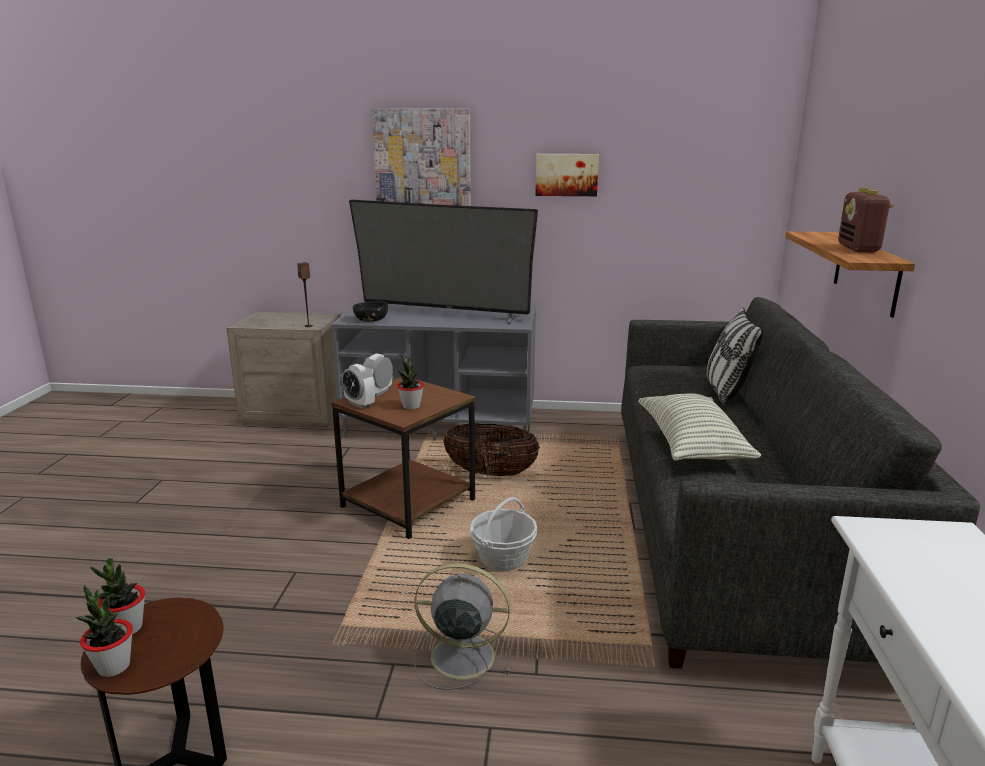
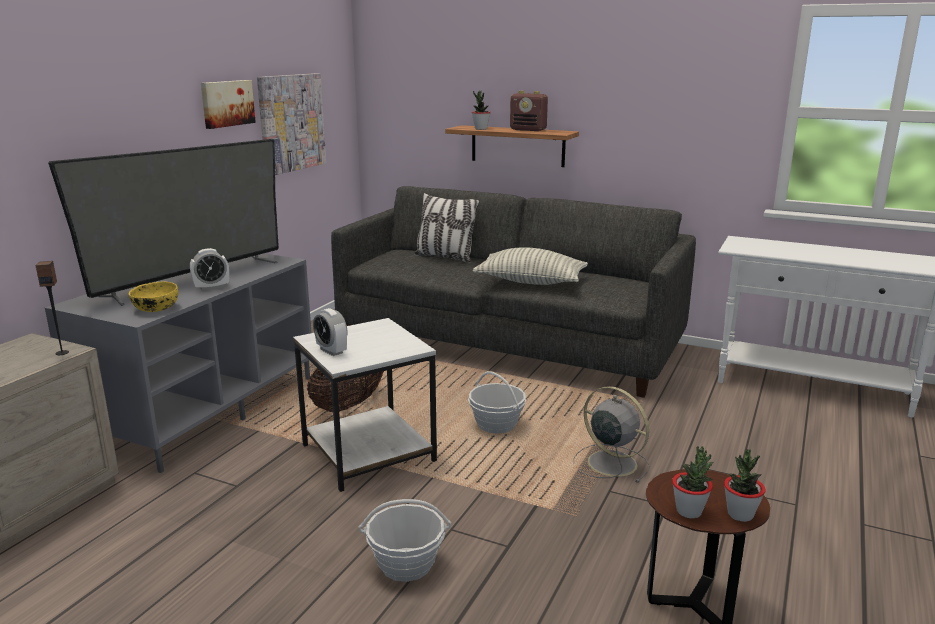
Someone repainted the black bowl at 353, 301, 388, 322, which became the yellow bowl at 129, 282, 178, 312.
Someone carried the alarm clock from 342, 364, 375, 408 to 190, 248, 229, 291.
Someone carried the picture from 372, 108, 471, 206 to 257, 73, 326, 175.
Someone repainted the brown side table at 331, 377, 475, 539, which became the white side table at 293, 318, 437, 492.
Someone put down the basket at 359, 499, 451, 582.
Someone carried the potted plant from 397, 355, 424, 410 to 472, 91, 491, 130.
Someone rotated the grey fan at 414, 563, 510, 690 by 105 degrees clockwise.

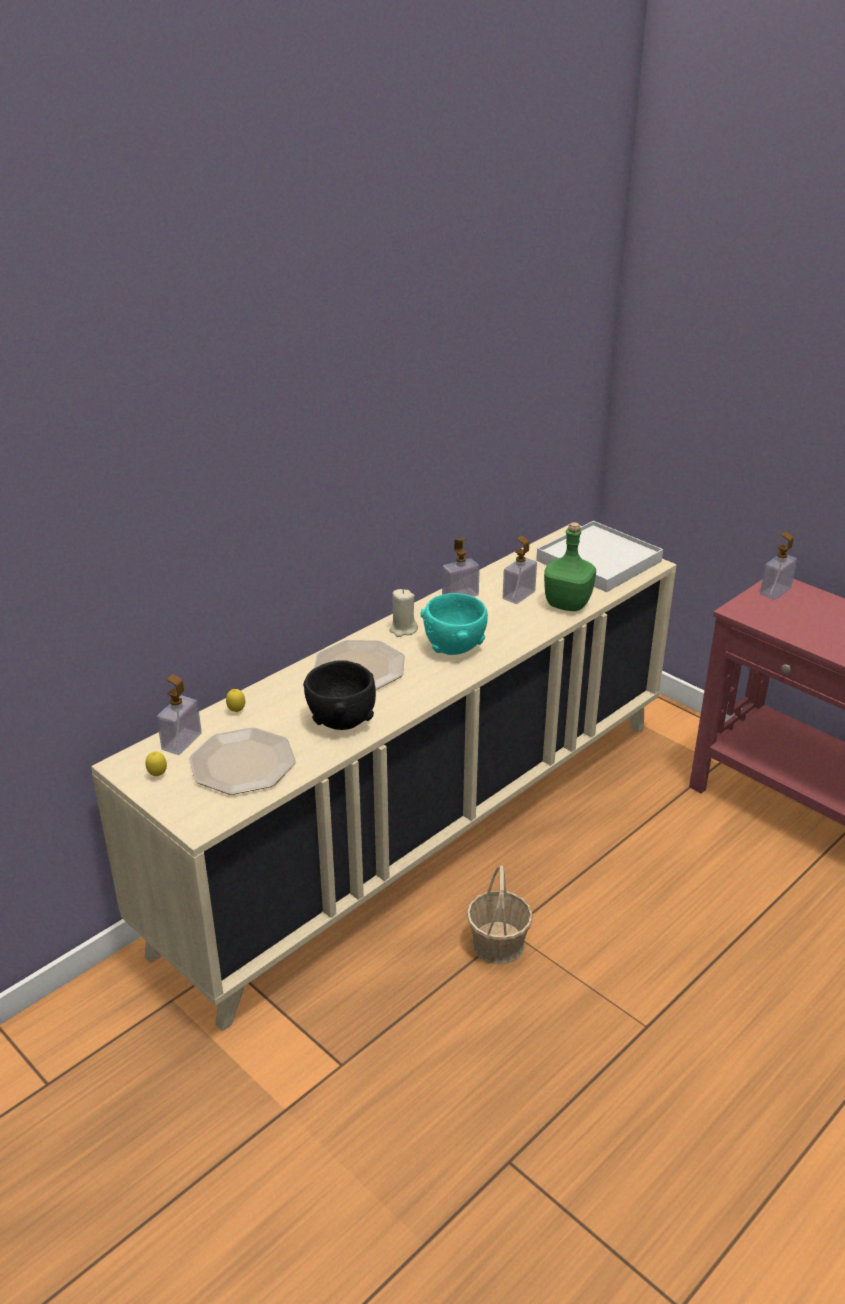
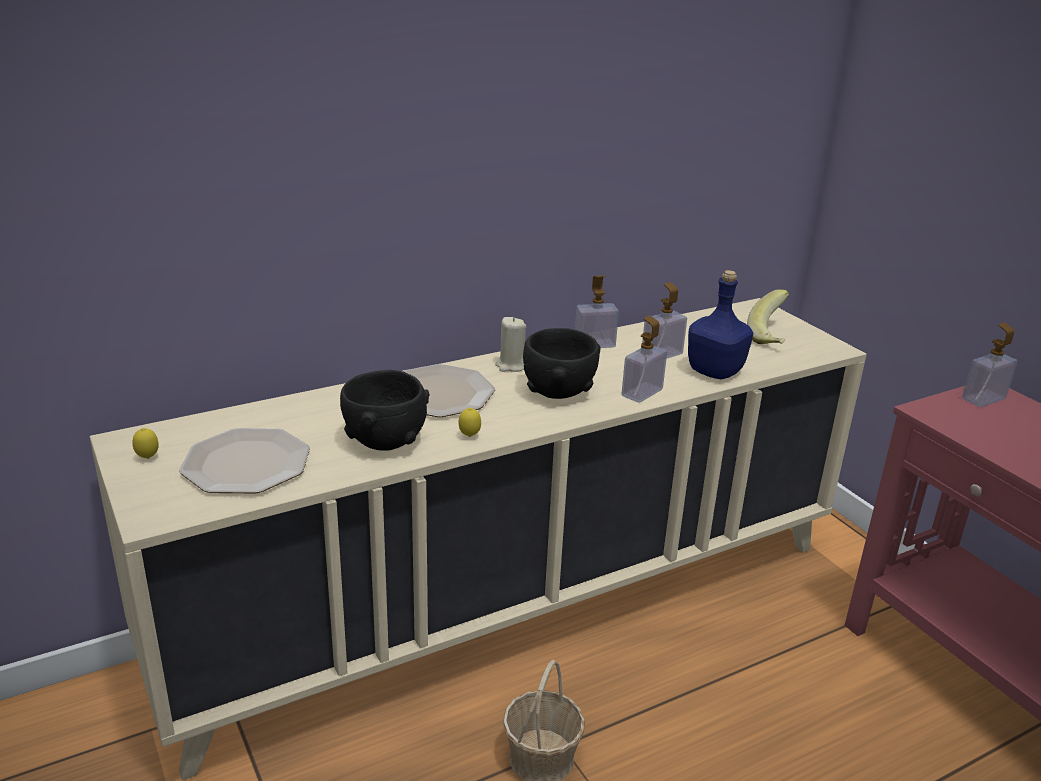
Someone carried the lemon from 226, 689, 245, 712 to 459, 408, 481, 437.
Someone repainted the turquoise bowl at 421, 593, 488, 655, which became the black bowl at 523, 328, 601, 399.
Someone carried the soap dispenser from 157, 674, 202, 755 to 622, 316, 667, 403.
Someone repainted the green bottle at 544, 522, 596, 611, which became the blue bottle at 688, 270, 753, 379.
Someone swapped the white tray at 536, 521, 663, 592 for the banana at 747, 289, 789, 344.

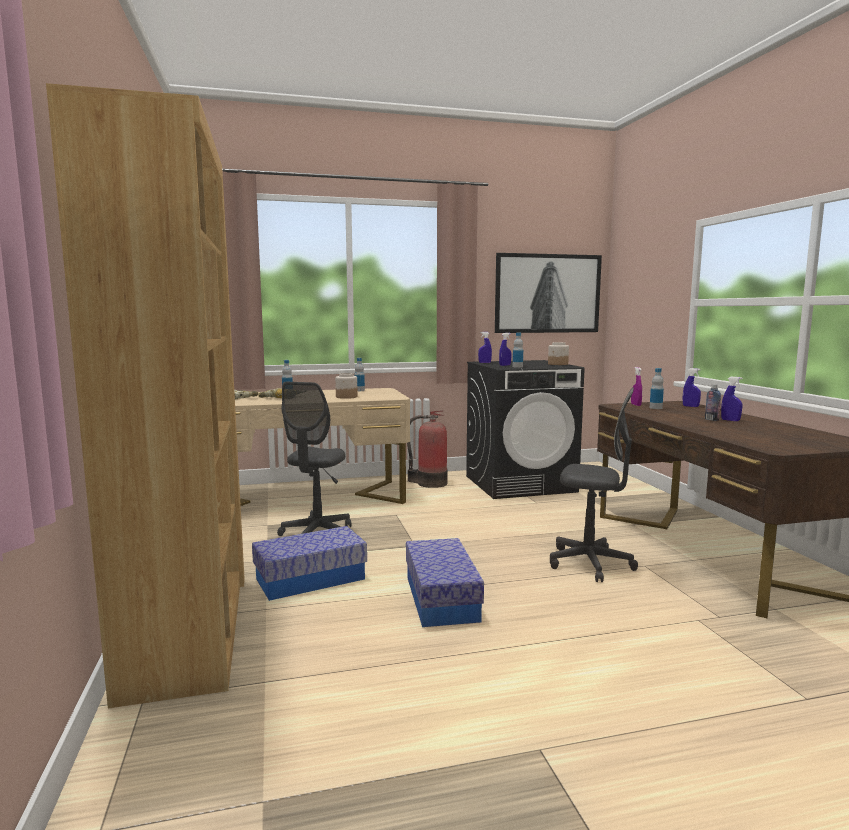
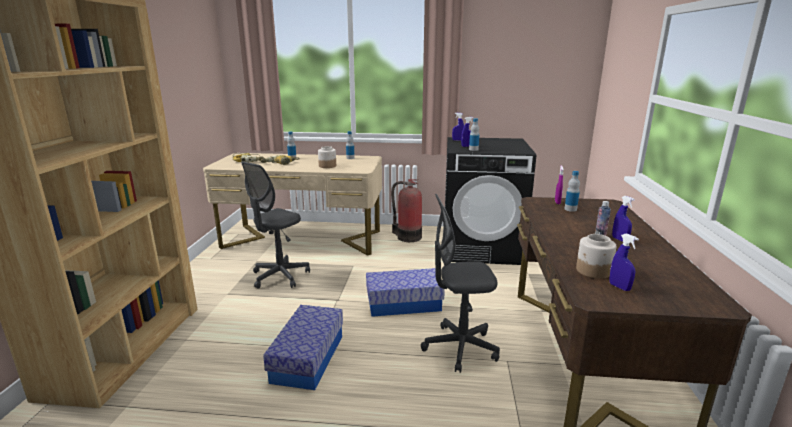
Someone carried the storage box from 252, 526, 367, 601 to 366, 268, 445, 317.
Someone rotated the grey office chair at 550, 387, 638, 582 by 135 degrees clockwise.
Someone carried the jar from 548, 342, 569, 365 to 576, 234, 616, 279.
Someone carried the blue spray bottle from 683, 368, 701, 407 to 610, 233, 639, 291.
Someone took away the picture at 495, 253, 602, 333.

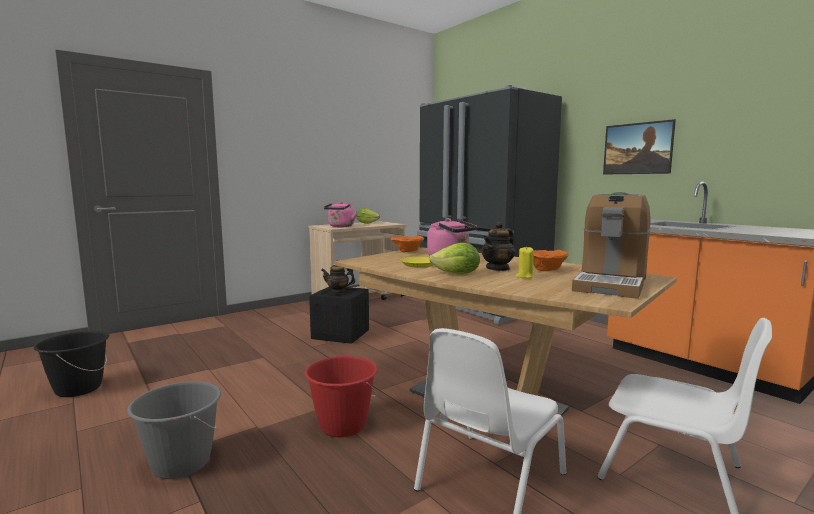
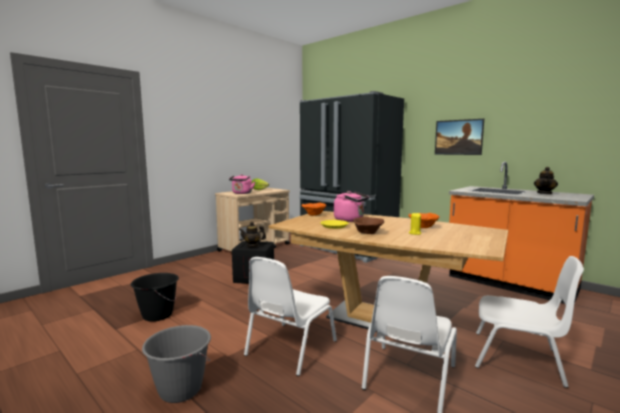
Someone carried the black bucket from 34, 331, 109, 397 to 131, 273, 179, 322.
Someone swapped the red bucket at 305, 356, 378, 437 for the white chair at 244, 257, 337, 376.
Someone swapped the lettuce at 429, 243, 480, 274 for the brown bowl at 353, 217, 384, 234.
Someone carried the teapot from 482, 221, 515, 271 to 534, 167, 558, 194.
Someone took away the coffee machine at 572, 192, 651, 299.

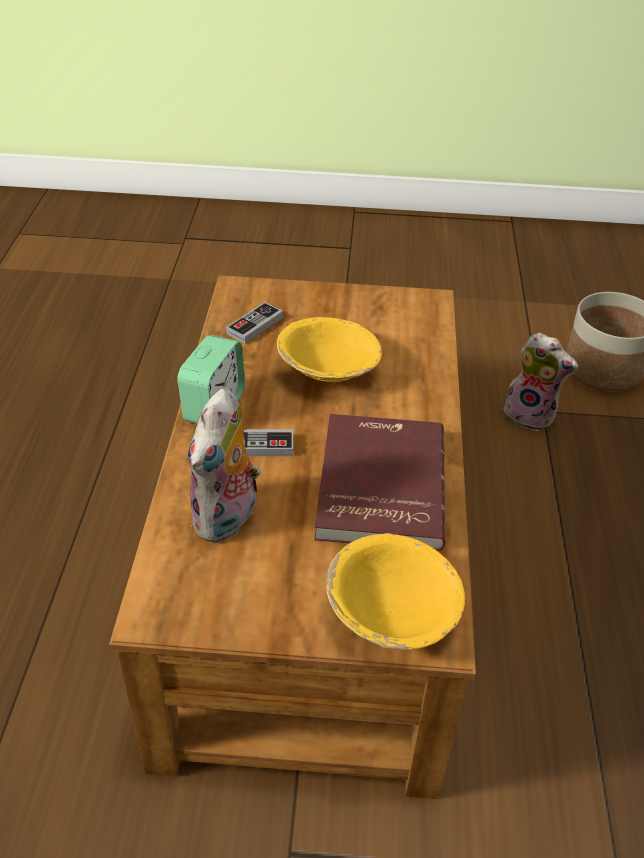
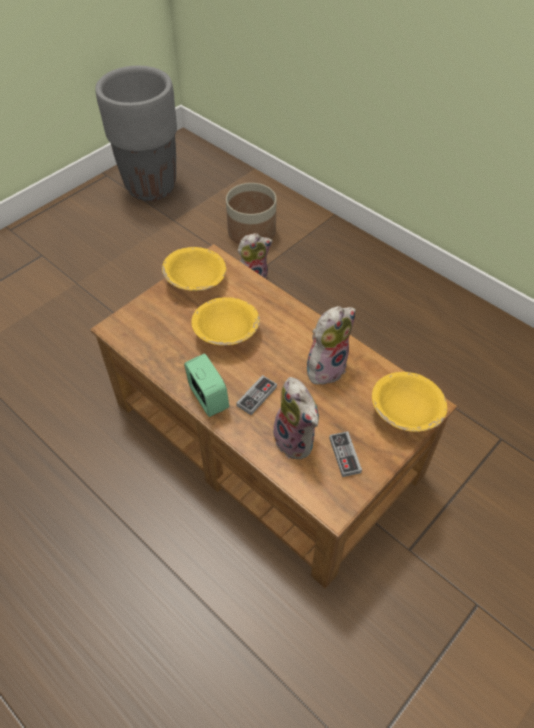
Someone put down the grey planter at 95, 66, 177, 201.
Someone put down the yellow bowl at 162, 247, 226, 291.
Someone swapped the red book at 314, 414, 445, 551 for the plush toy at 307, 306, 356, 385.
Someone carried the game controller from 226, 302, 283, 344 to 329, 431, 362, 477.

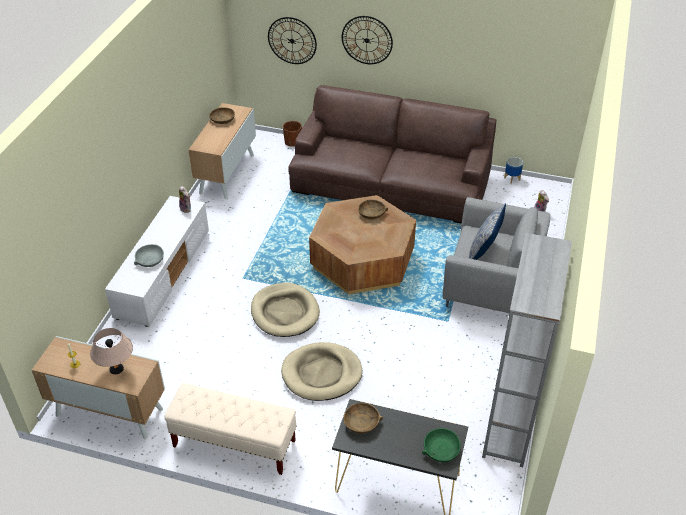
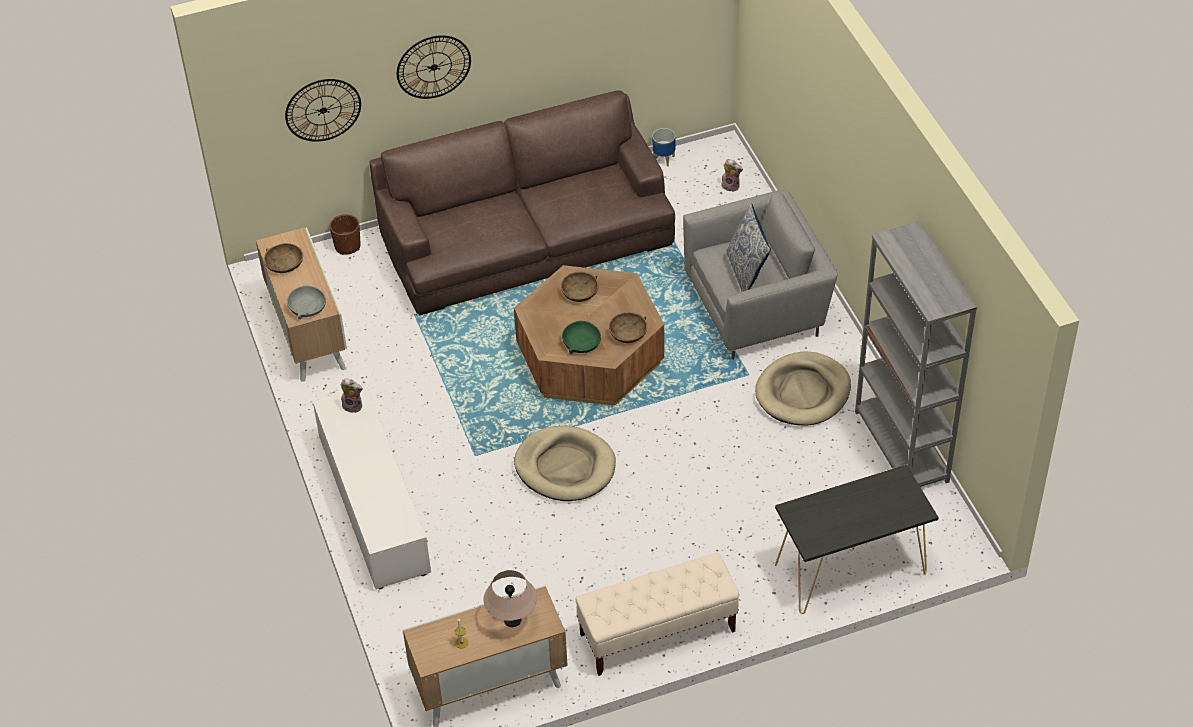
Someone carried the grey bowl from 134, 244, 164, 267 to 287, 285, 326, 320.
Someone carried the green bowl from 422, 428, 461, 462 to 562, 321, 601, 354.
Someone carried the brown bowl from 343, 403, 383, 434 to 609, 312, 647, 343.
Someone carried the beige dog bed from 281, 342, 362, 401 to 755, 351, 851, 426.

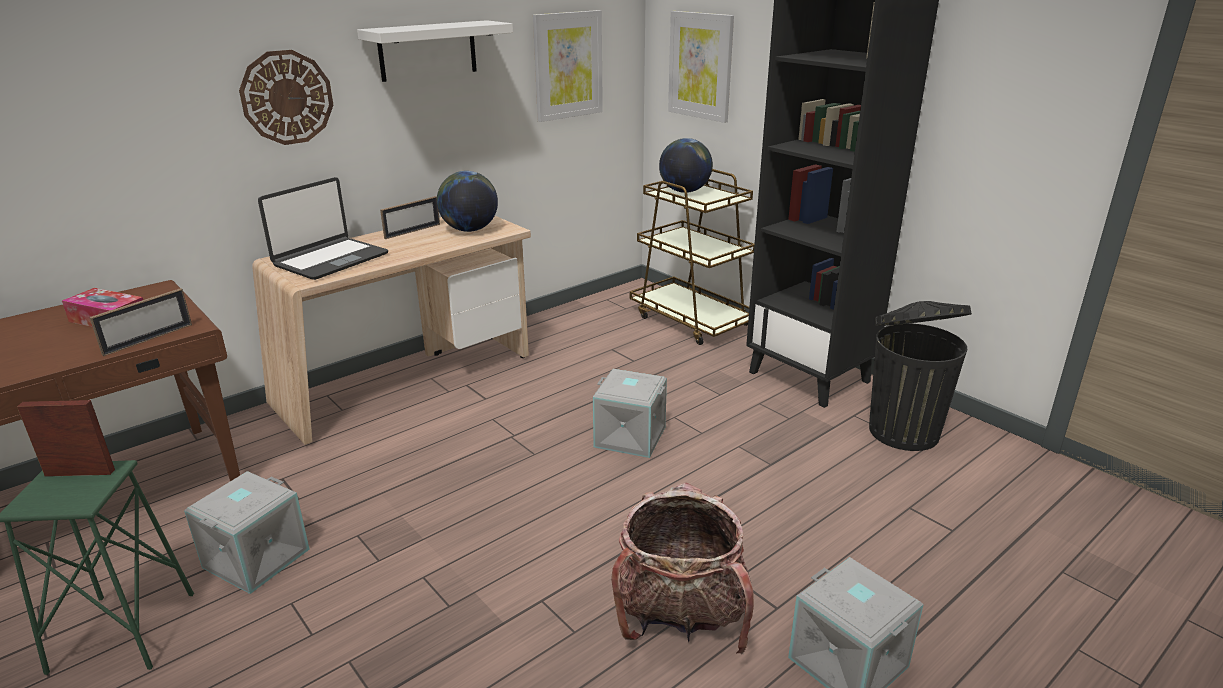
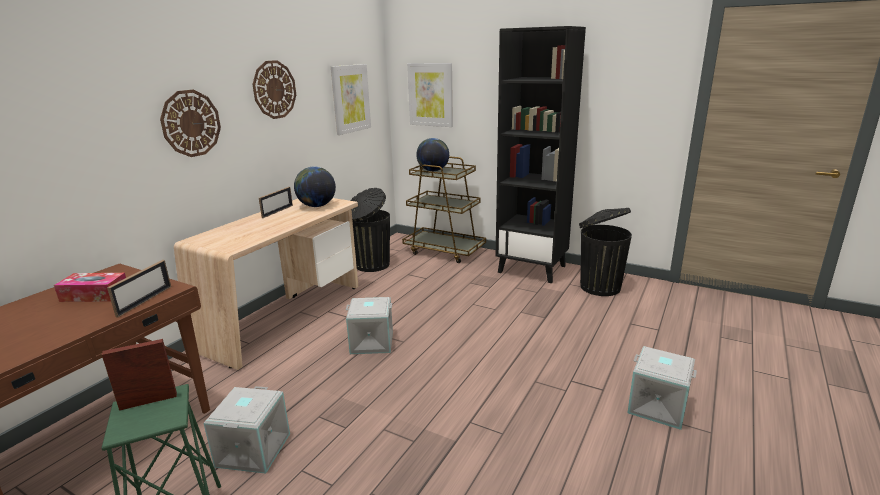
Someone swapped the white shelf at 357, 20, 513, 82 for the wall clock at 252, 60, 296, 119.
Someone carried the grey storage box from 593, 369, 667, 458 to 346, 297, 393, 354.
Someone put down the black trash can at 350, 188, 390, 272.
Someone took away the laptop at 258, 177, 388, 280.
Someone took away the backpack at 611, 483, 754, 654.

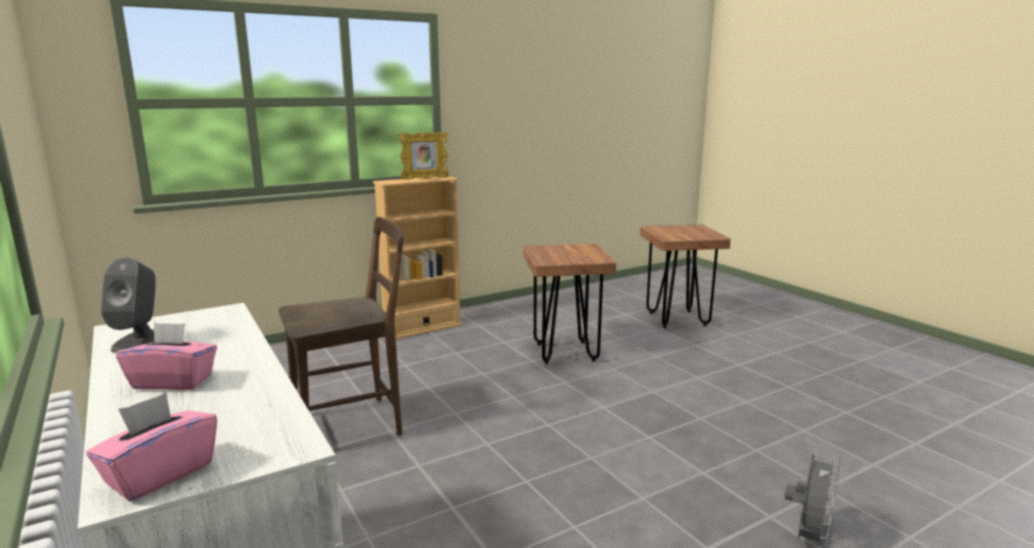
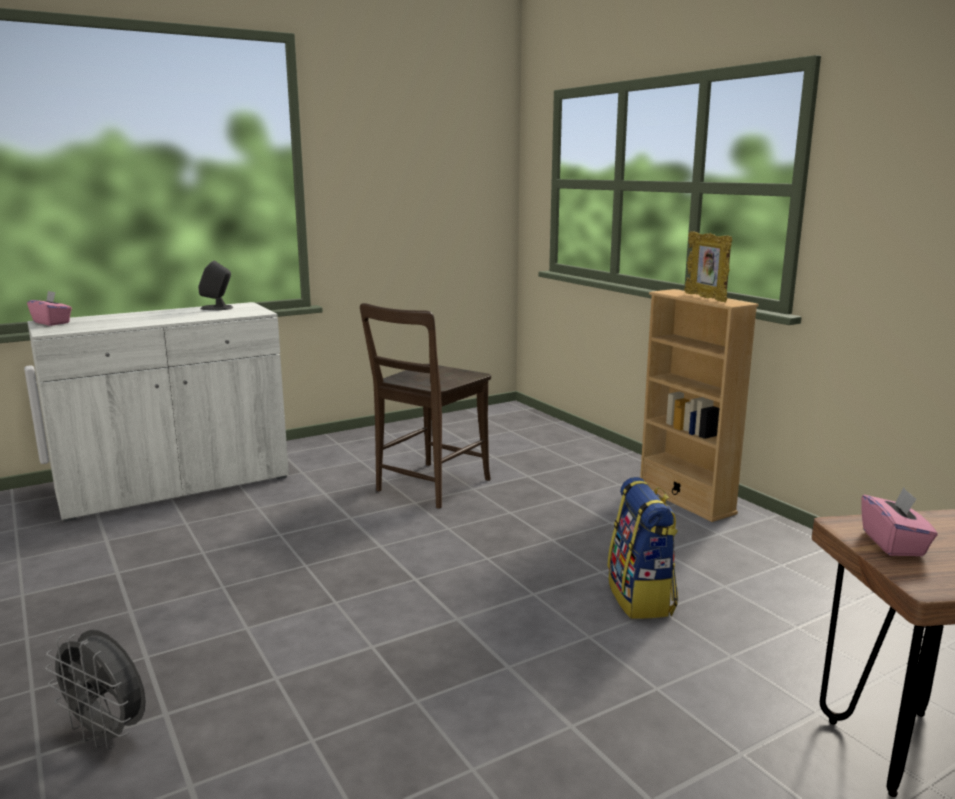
Someone rotated the brown chair at 279, 217, 404, 435 by 60 degrees clockwise.
Someone swapped the brown stool at 524, 244, 616, 364 for the backpack at 608, 477, 678, 619.
Someone carried the pink tissue box from 116, 322, 217, 390 to 861, 487, 938, 556.

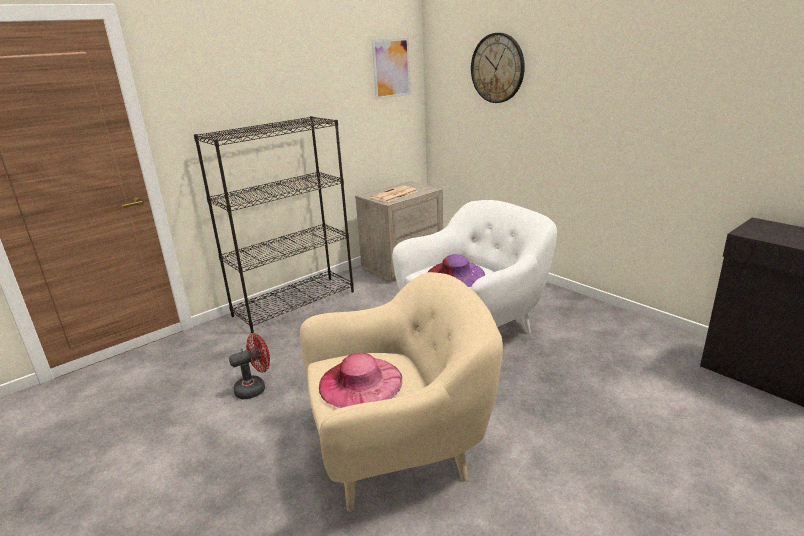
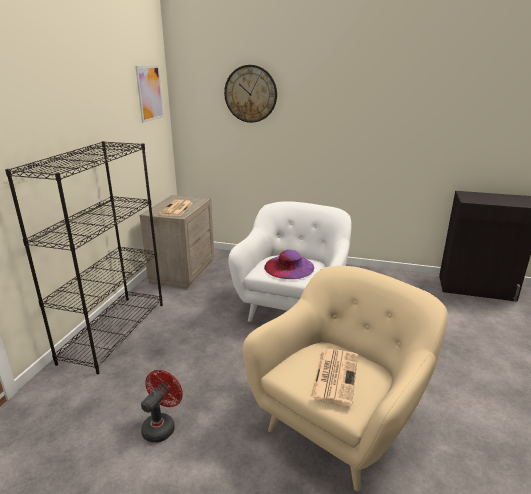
Someone swapped the pink hat at 319, 353, 402, 408 for the newspaper at 310, 349, 358, 406.

